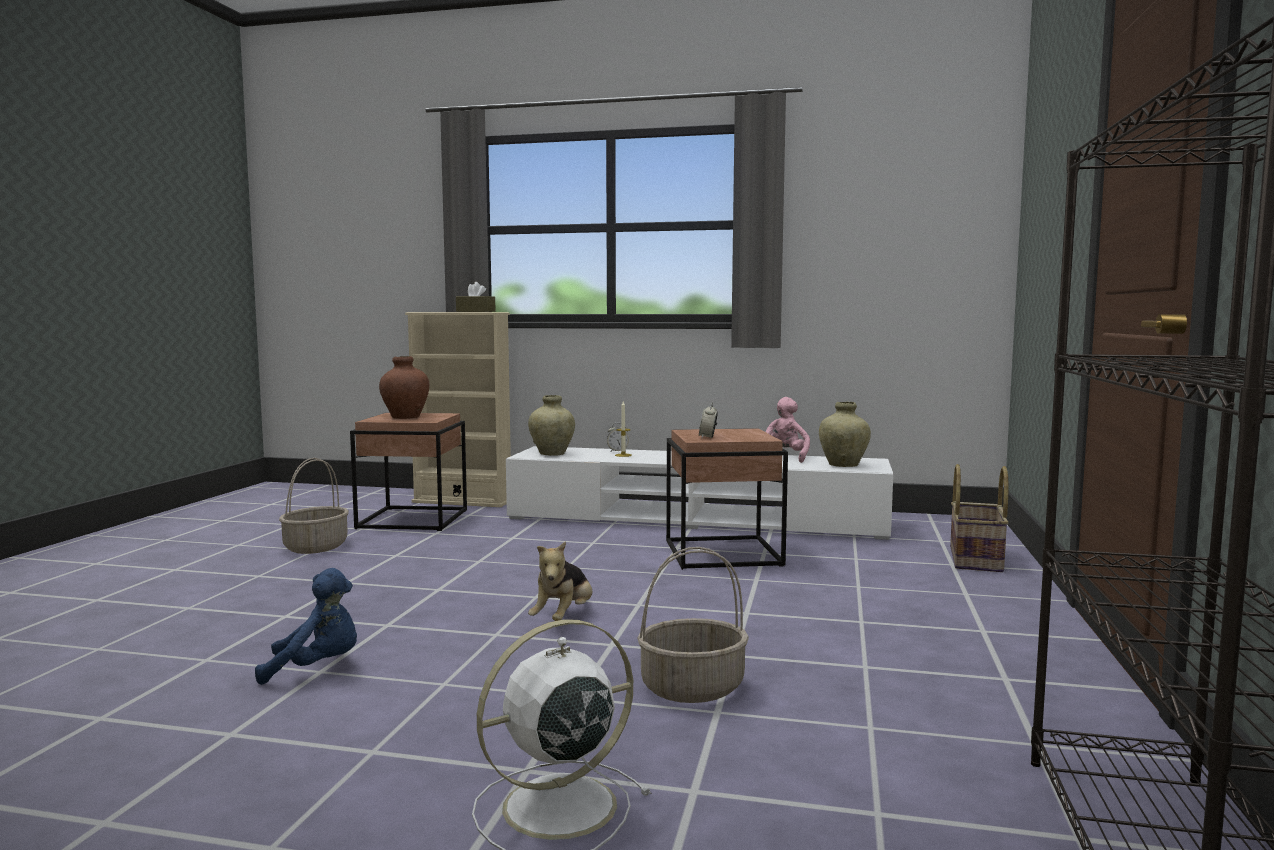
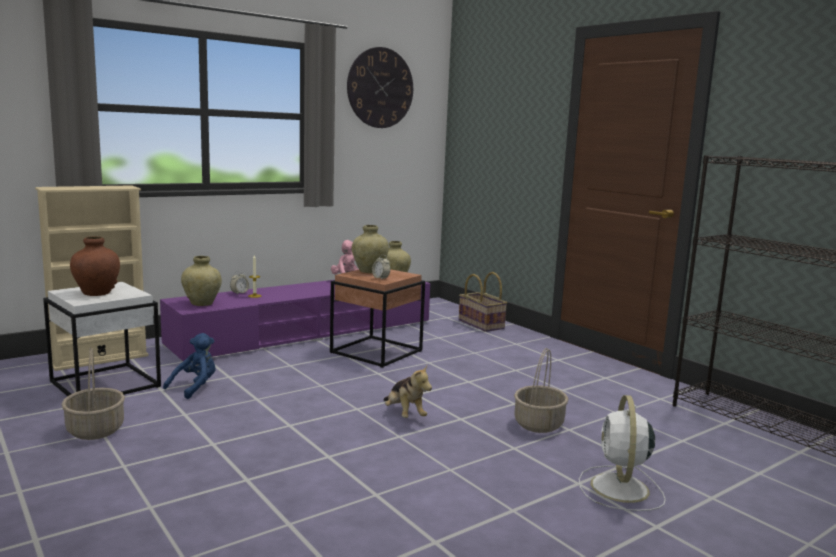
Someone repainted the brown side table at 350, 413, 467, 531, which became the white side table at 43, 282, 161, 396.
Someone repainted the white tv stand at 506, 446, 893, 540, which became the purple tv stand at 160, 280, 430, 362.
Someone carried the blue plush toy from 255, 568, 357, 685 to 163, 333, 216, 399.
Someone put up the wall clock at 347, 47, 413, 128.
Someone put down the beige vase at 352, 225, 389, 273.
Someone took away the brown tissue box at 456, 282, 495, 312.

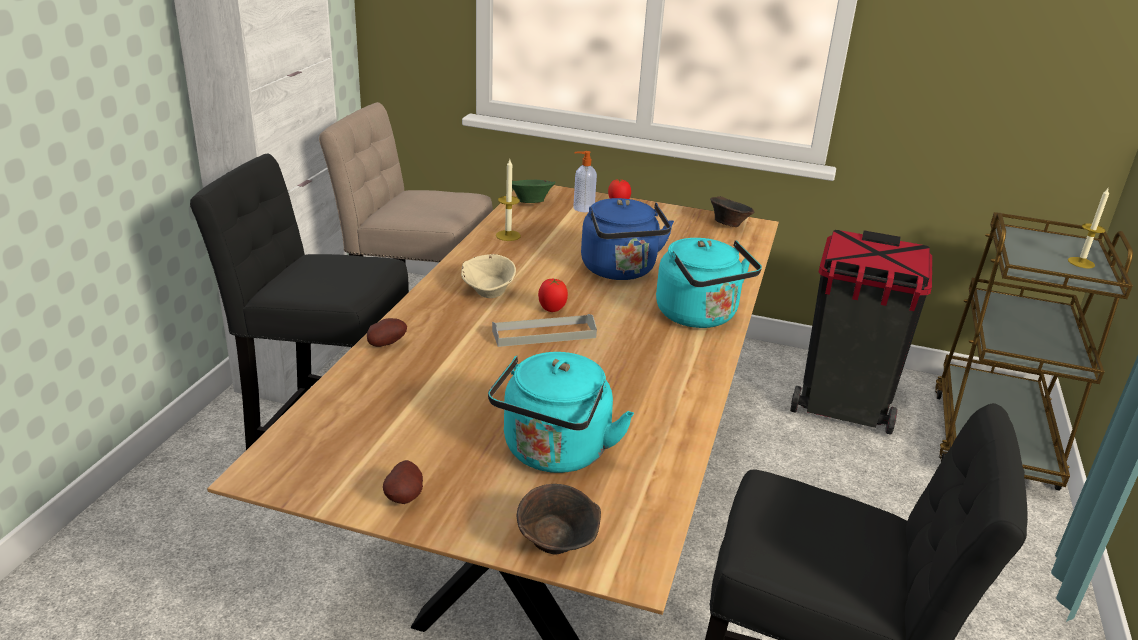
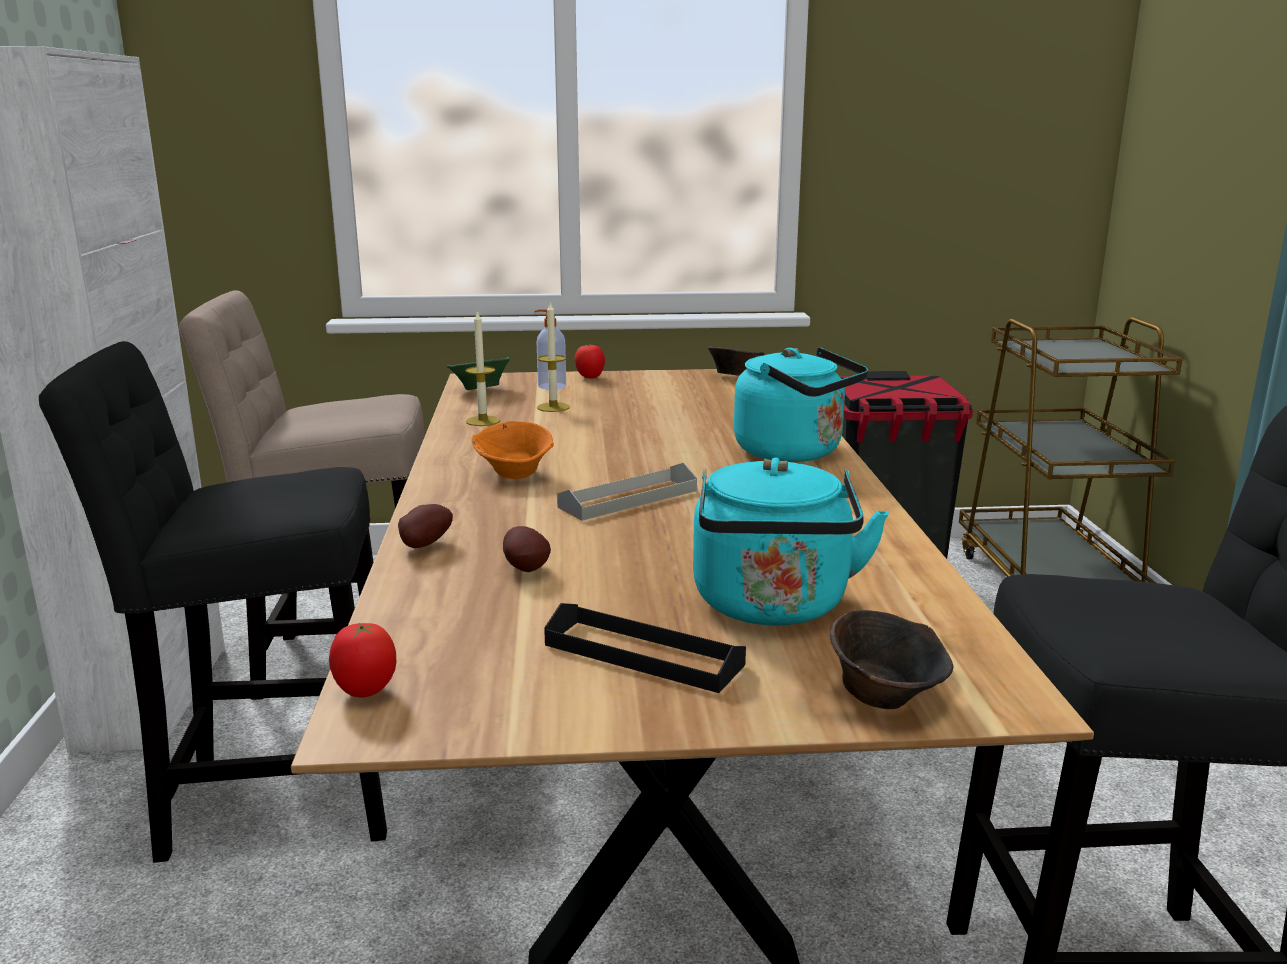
Someone carried the tomato from 538, 278, 568, 312 to 329, 622, 396, 697.
Someone repainted the beige bowl at 461, 254, 516, 298, which became the orange bowl at 472, 421, 554, 479.
Someone carried the potato from 383, 460, 423, 504 to 503, 526, 551, 572.
Someone carried the candle from 1068, 188, 1109, 269 to 537, 301, 570, 412.
Someone put down the black tray at 544, 603, 746, 693.
Someone took away the blue kettle at 581, 198, 674, 280.

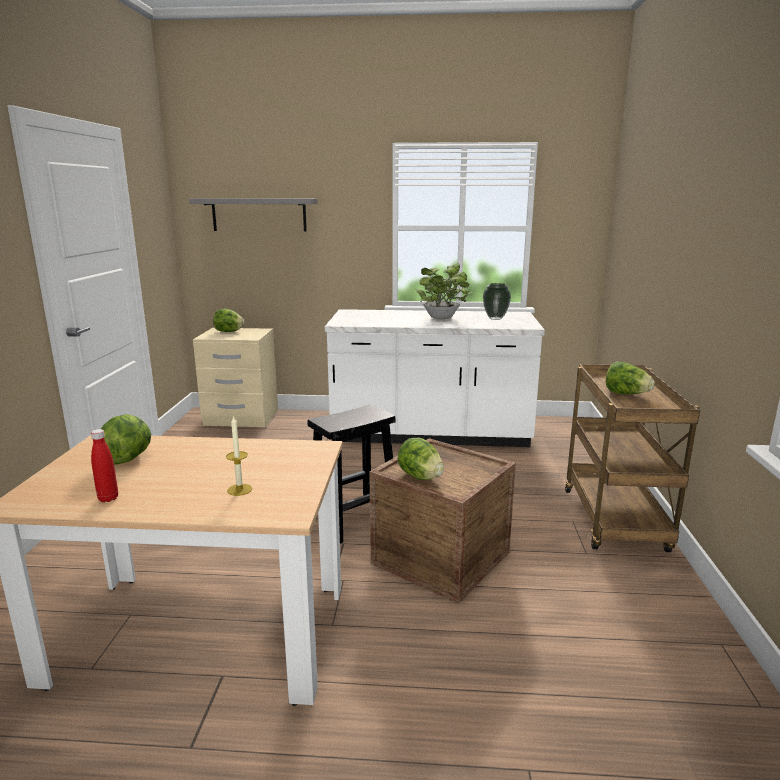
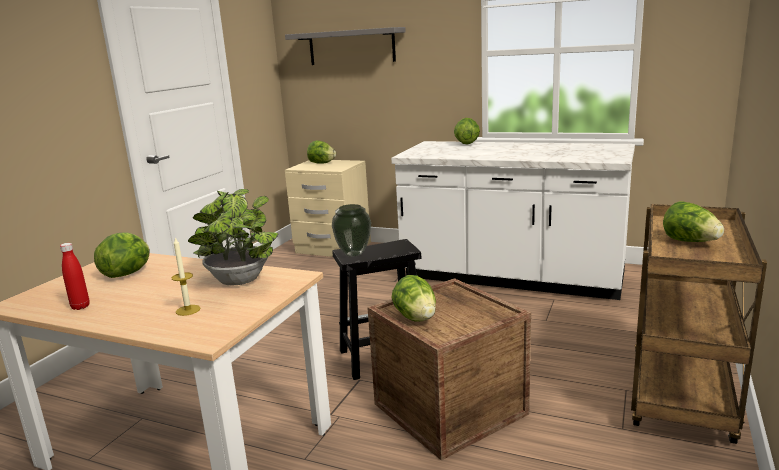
Someone carried the potted plant from 416, 263, 472, 320 to 188, 189, 278, 285.
Someone carried the vase from 483, 283, 511, 320 to 332, 204, 371, 257.
Someone put down the lettuce at 454, 118, 480, 145.

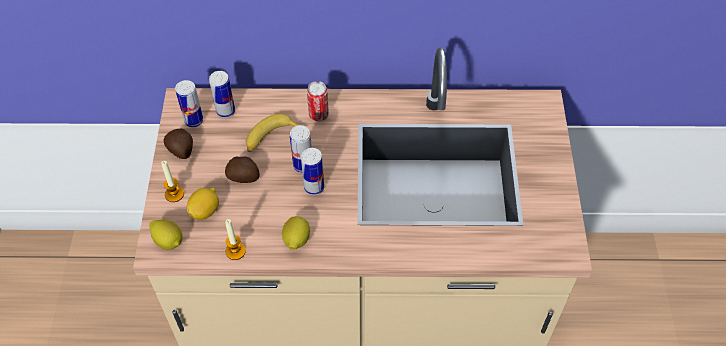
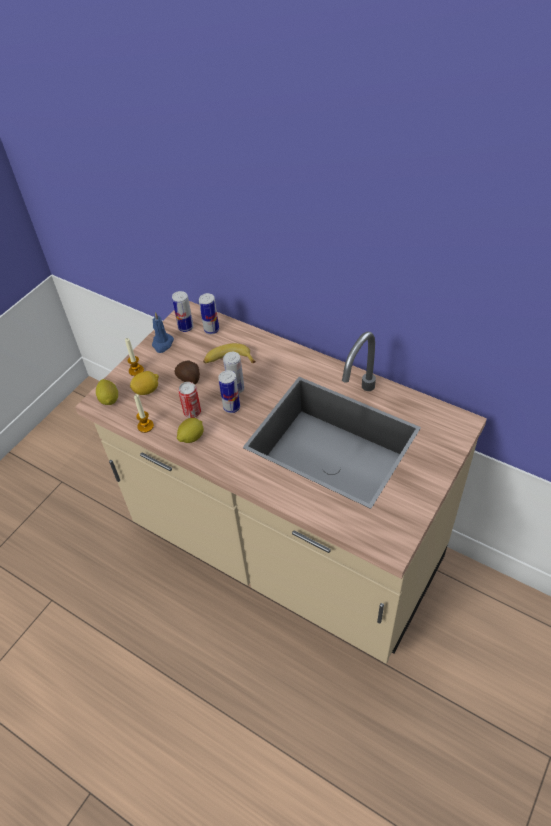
Someone swapped the potato at 163, 129, 193, 159 for the blue candle at 152, 312, 174, 353.
Someone carried the can from 307, 81, 329, 121 to 178, 382, 201, 418.

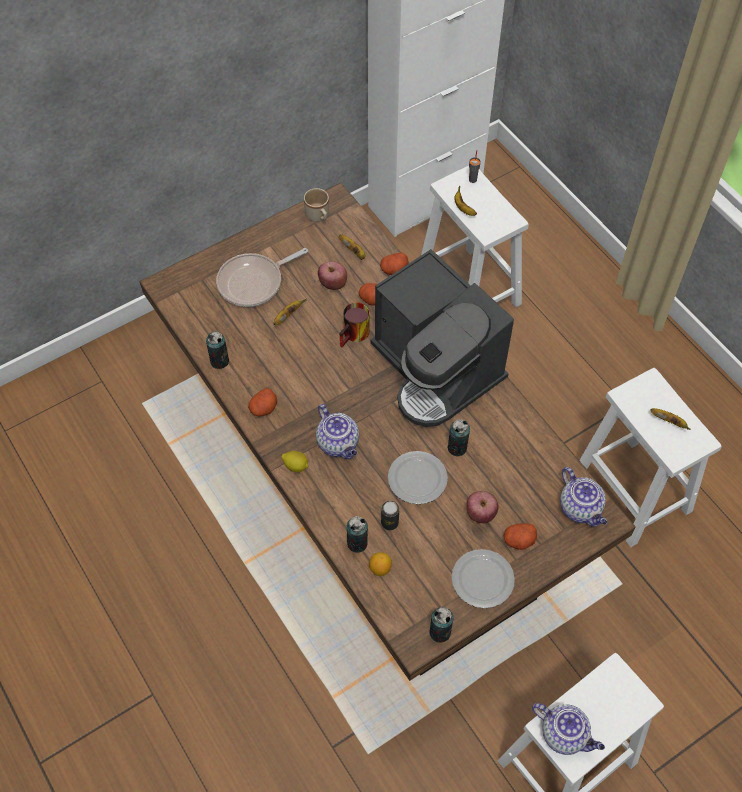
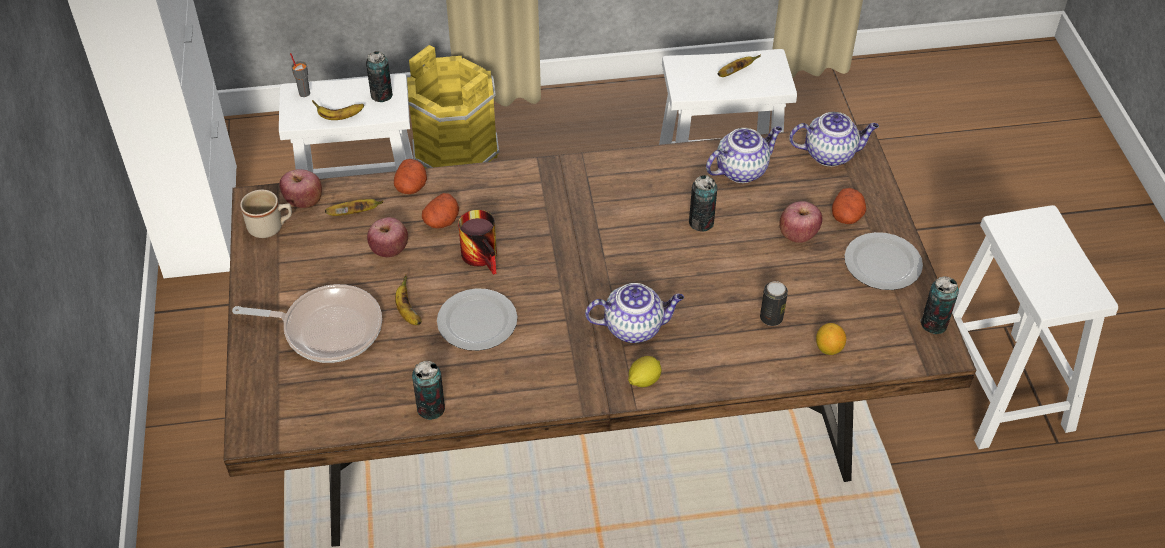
Someone rotated the frying pan at 216, 248, 308, 307 by 75 degrees counterclockwise.
Someone put down the apple at 279, 169, 322, 208.
Someone carried the can from 347, 516, 368, 553 to 366, 51, 393, 102.
Someone put down the yellow bucket at 407, 45, 499, 168.
Someone carried the plate from 388, 451, 448, 504 to 437, 288, 517, 351.
Someone carried the teapot from 532, 703, 605, 755 to 706, 126, 782, 183.
Someone took away the potato at 248, 388, 277, 416.
Someone took away the coffee machine at 370, 249, 514, 427.

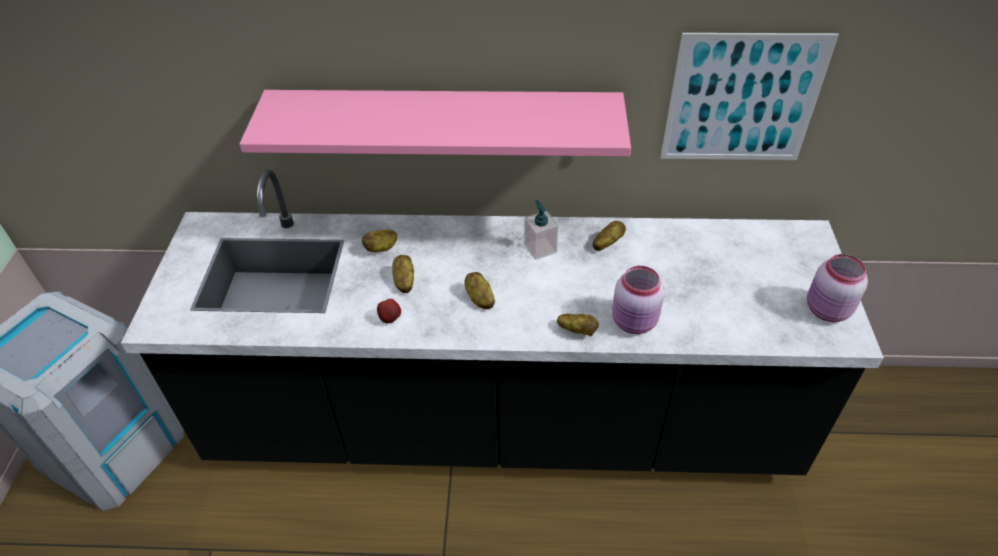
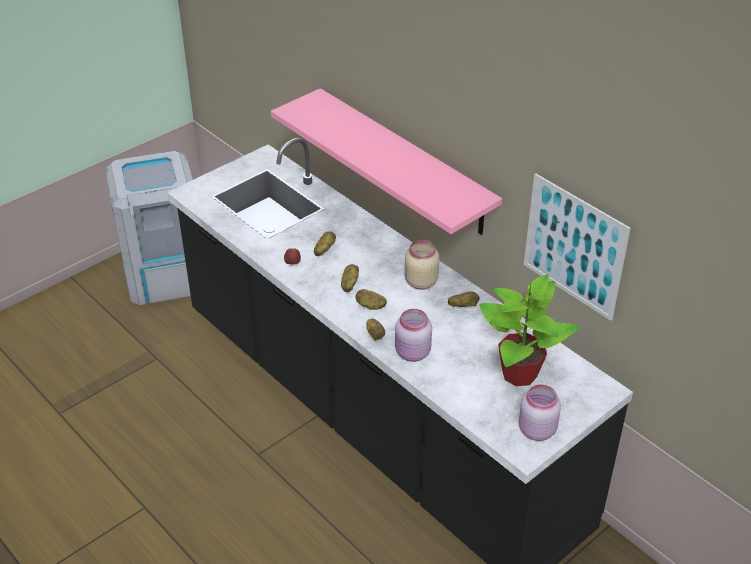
Someone carried the potato from 362, 230, 397, 252 to 355, 289, 387, 310.
Someone swapped the soap dispenser at 524, 200, 558, 260 for the beige jar at 405, 240, 439, 290.
Someone put down the potted plant at 479, 274, 580, 386.

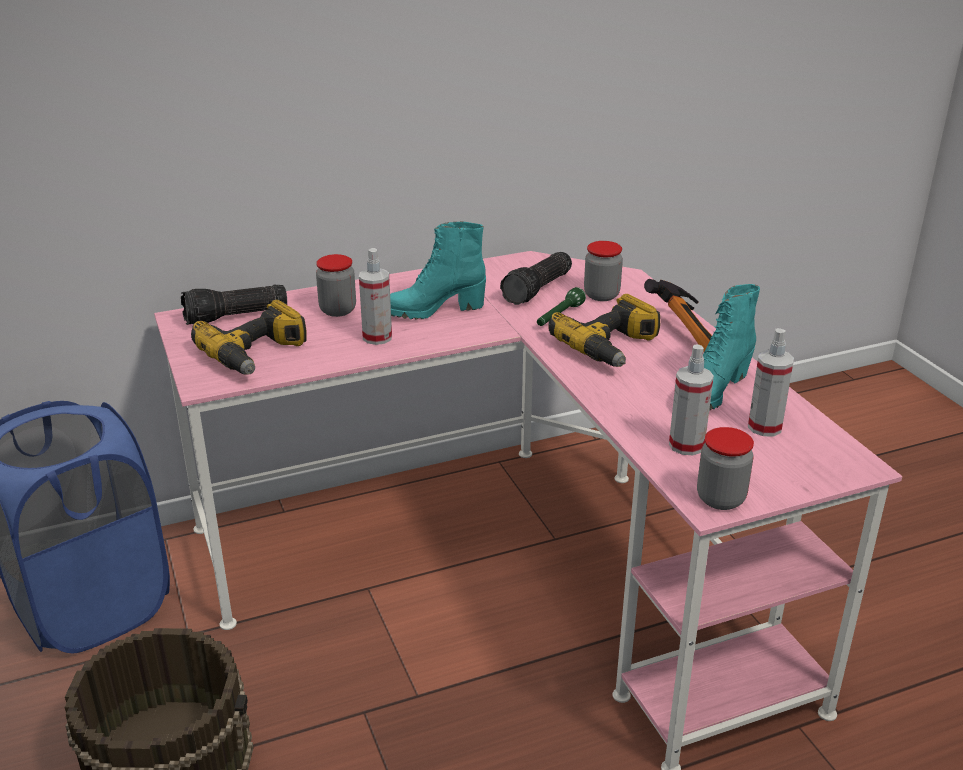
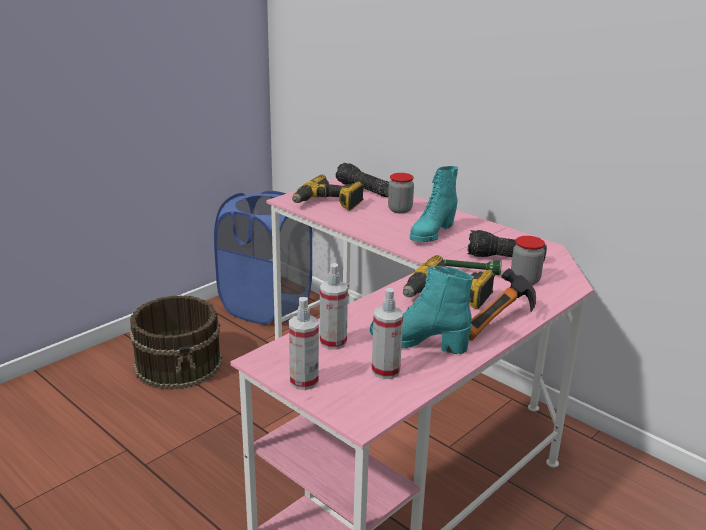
Someone carried the spray bottle from 359, 248, 392, 345 to 289, 297, 319, 390.
Someone rotated the turquoise boot at 390, 222, 486, 319 by 105 degrees counterclockwise.
Someone took away the jar at 697, 427, 754, 510.

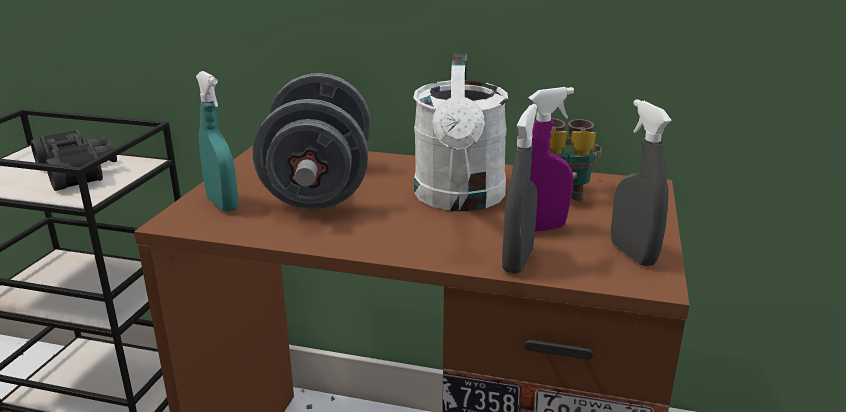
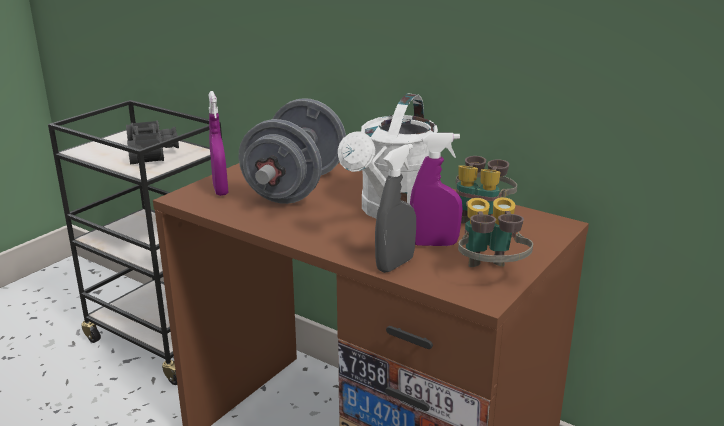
Someone repainted the turquoise spray bottle at 196, 71, 238, 212, which became the purple spray bottle at 209, 91, 228, 196.
Someone swapped the grey spray bottle at 611, 99, 672, 266 for the binoculars at 458, 197, 533, 267.

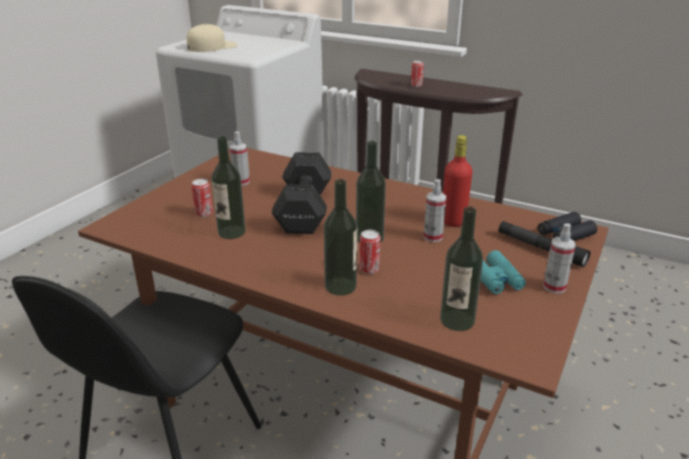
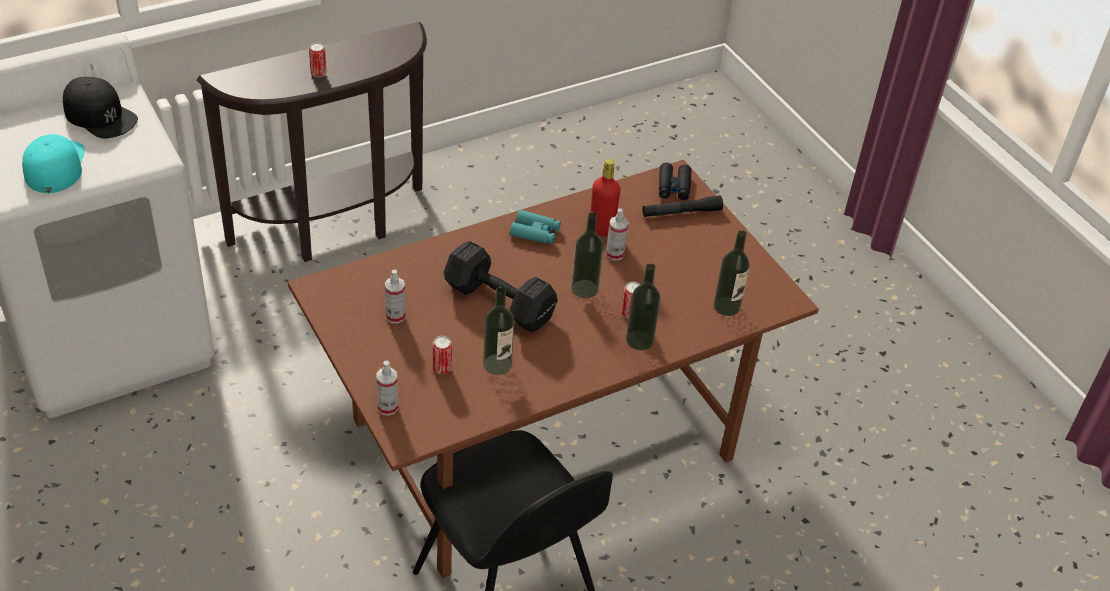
Someone repainted the beige cap at 187, 24, 238, 52, which became the turquoise cap at 22, 134, 85, 193.
Someone put down the black cap at 63, 77, 138, 139.
Someone carried the spray bottle from 543, 223, 576, 293 to 376, 360, 398, 416.
Someone carried the turquoise binoculars from 481, 250, 526, 294 to 510, 210, 561, 244.

